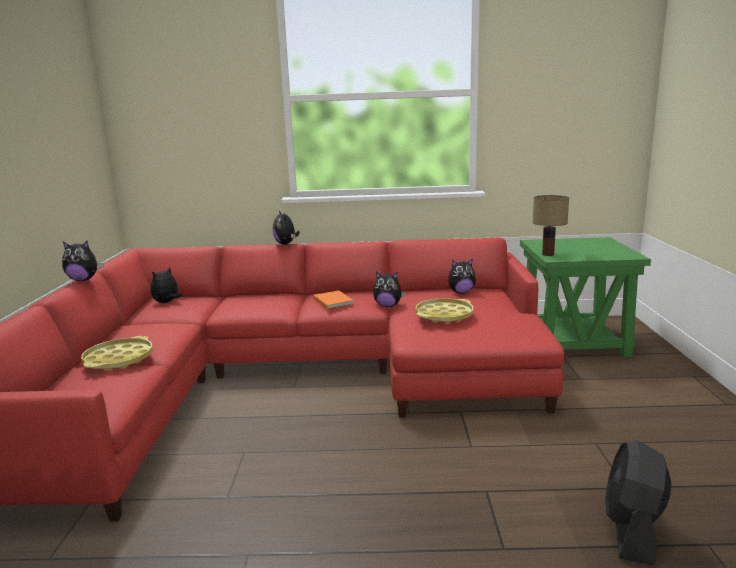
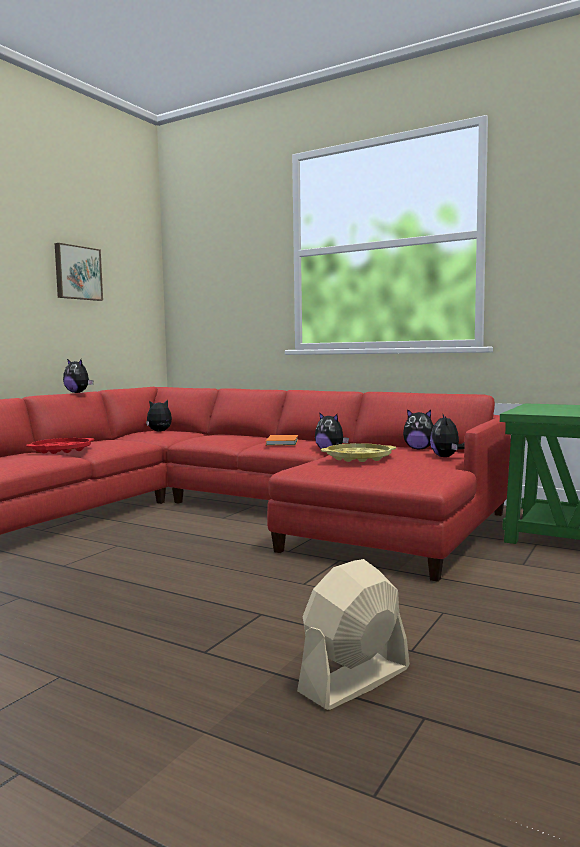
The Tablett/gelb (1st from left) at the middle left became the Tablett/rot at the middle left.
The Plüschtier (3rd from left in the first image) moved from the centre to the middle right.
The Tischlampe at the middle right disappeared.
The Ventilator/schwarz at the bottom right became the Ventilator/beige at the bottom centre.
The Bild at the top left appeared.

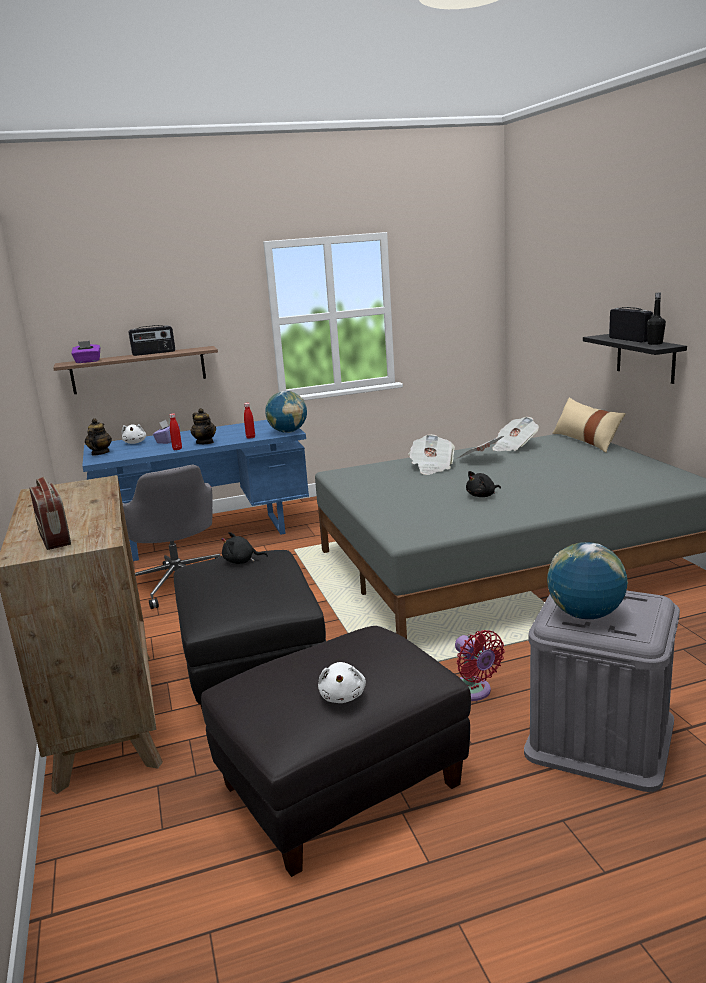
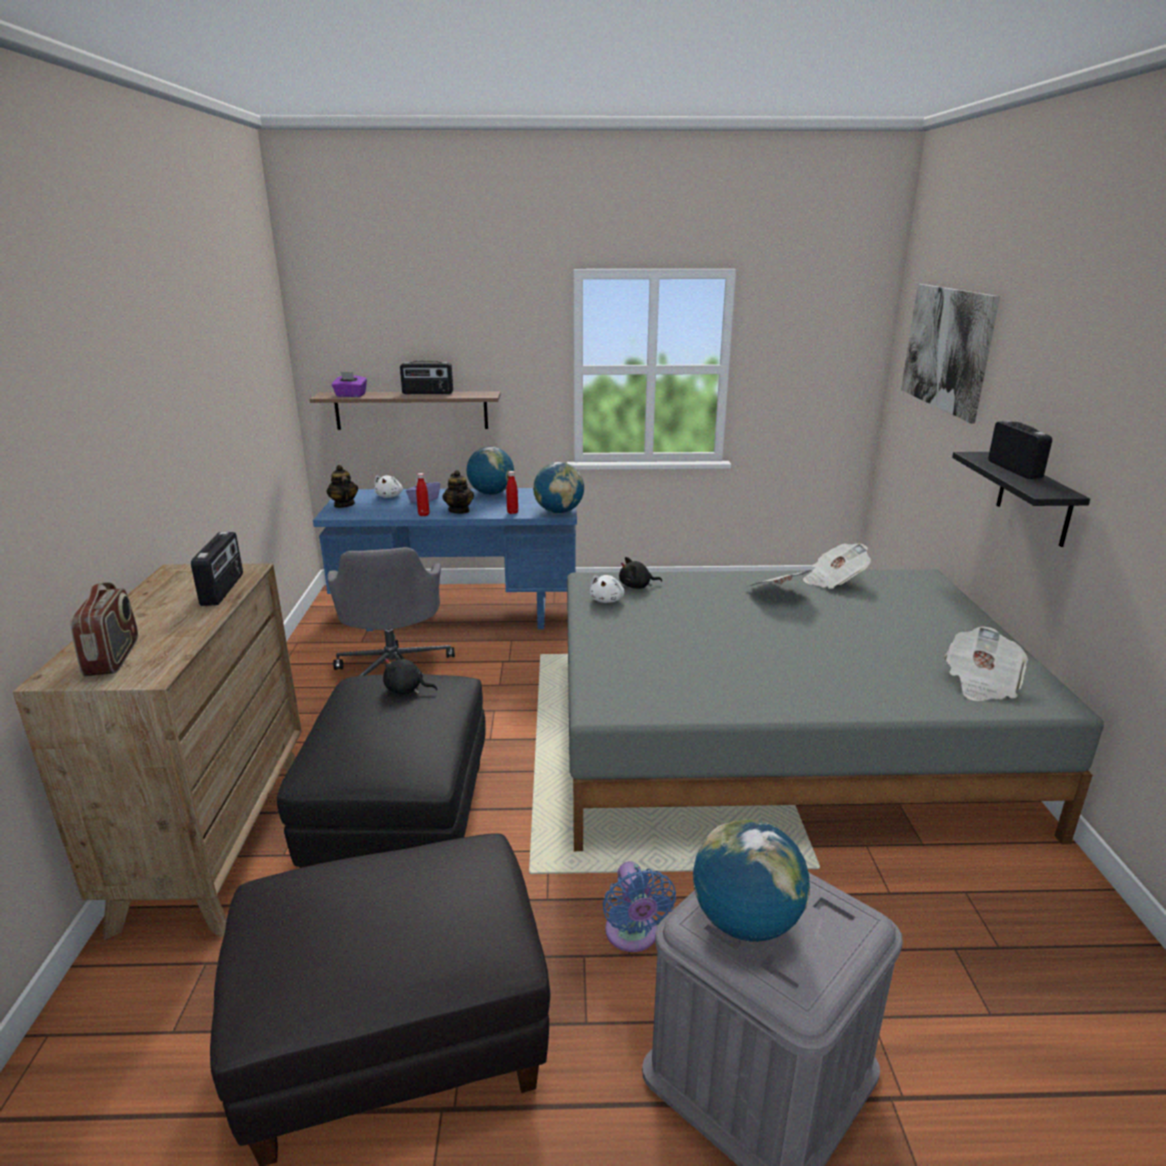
The Teekanne (1st from left) at the middle left turned 45 degrees counterclockwise.
The Plüschtier/weiß (2nd from left) moved from the bottom centre to the centre.
The Zeitung (1st from left in the first image) moved from the centre to the middle right.
The Ventilator/rot at the bottom right became the Ventilator/blau at the bottom centre.
The Plüschtier/schwarz (2nd from left) moved from the middle right to the centre.
The Kissen/beige at the middle right disappeared.
The Flasche/schwarz at the top right disappeared.
The Radio (2nd from left) at the middle left appeared.
The Globus (1st from left) at the centre appeared.
The Bild at the top right appeared.

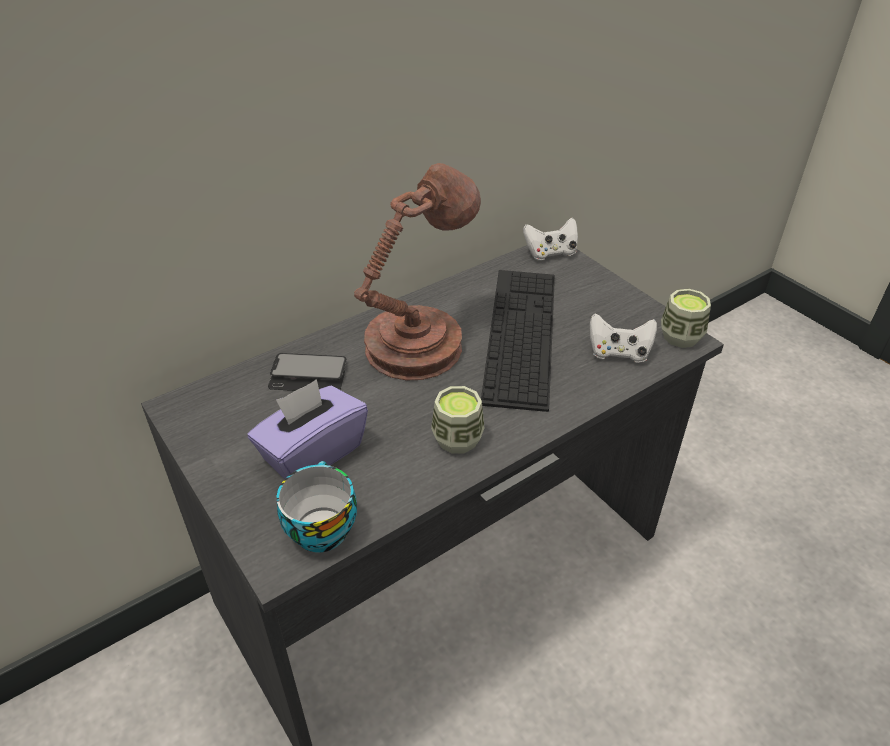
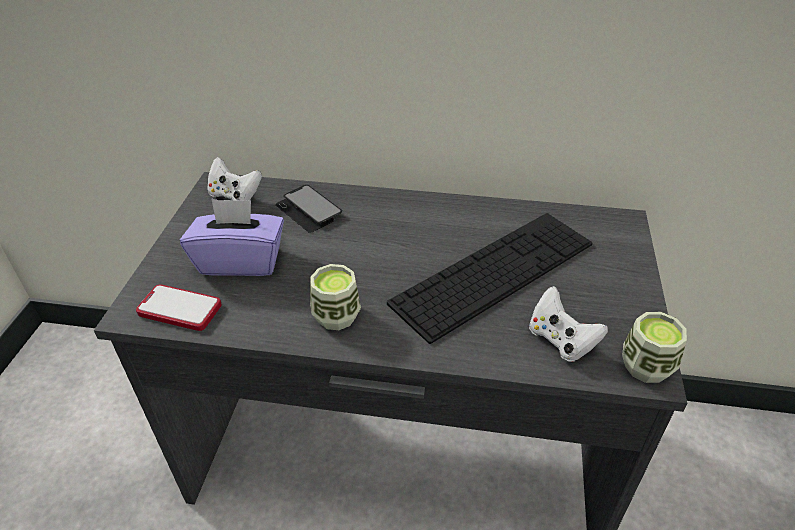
The Tasse (1st from left) at the bottom centre was replaced by the Handy (1st from left) at the middle left.
The Tischlampe/braun at the centre disappeared.
The Gamepad/weiß (1st from left) moved from the top centre to the middle left.

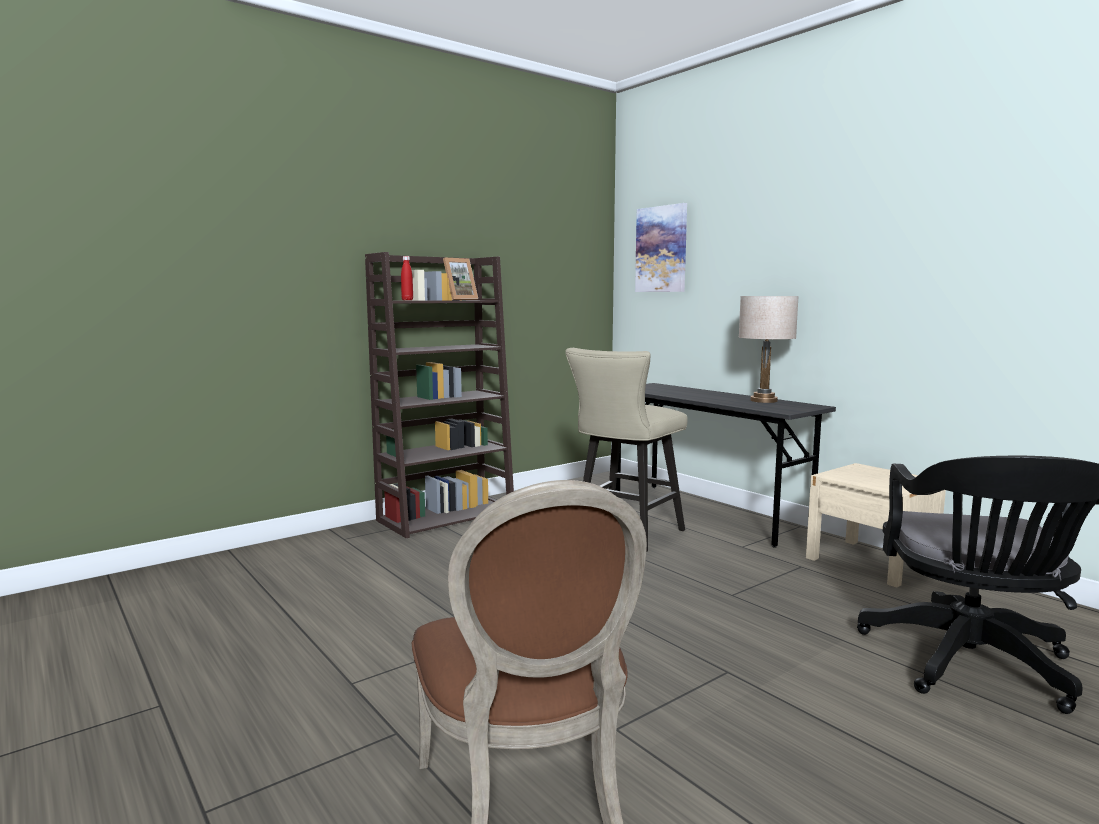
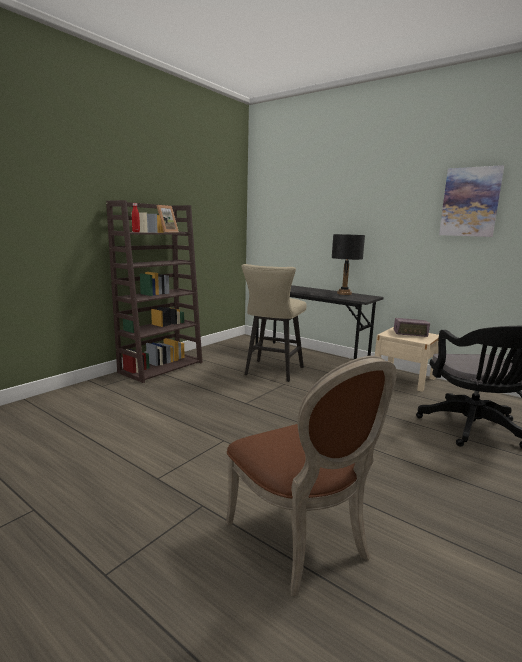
The Bild moved from the top centre to the top right.
The Tischlampe/beige at the middle right became the Tischlampe/schwarz at the middle right.
The Radio at the middle right appeared.

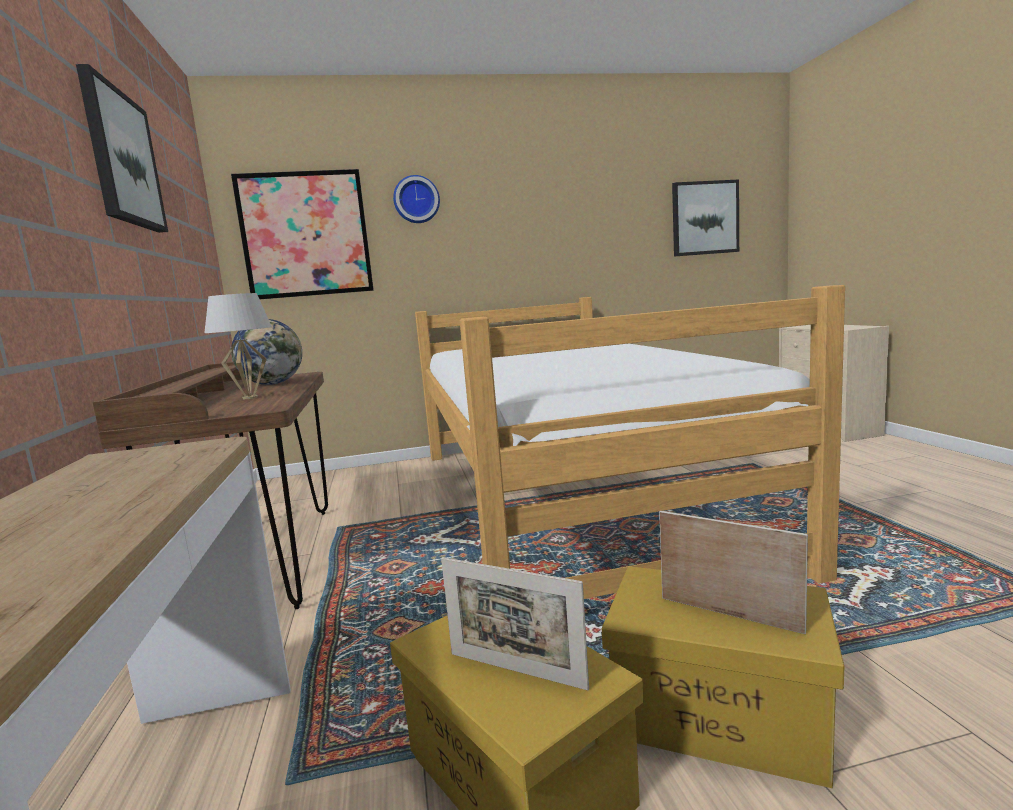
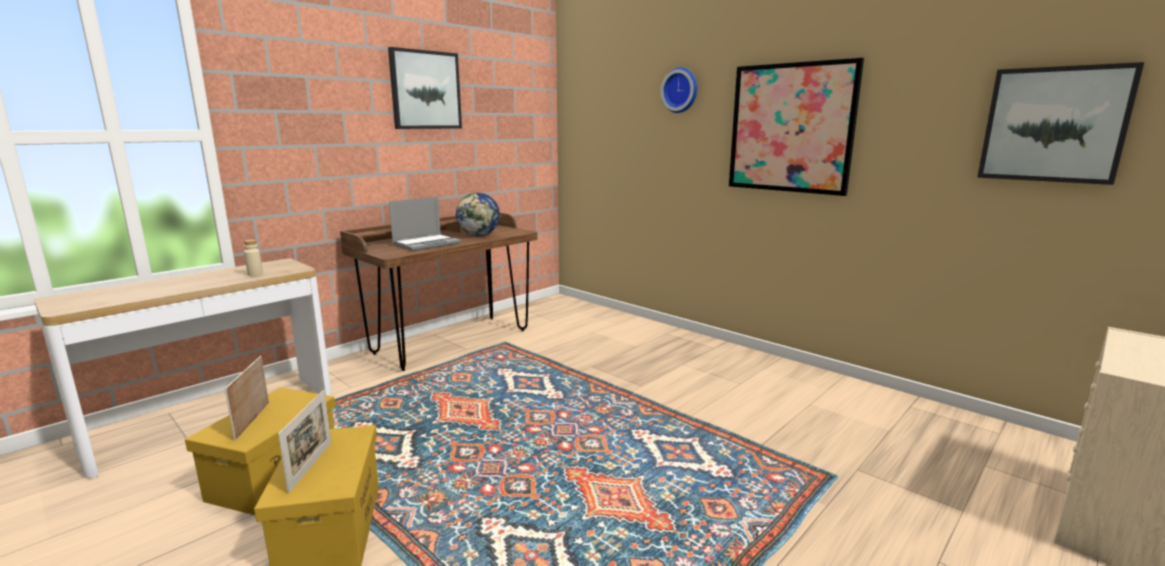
The Tischlampe/weiß at the middle left was replaced by the Laptop at the centre.
The Bild (2nd from left) moved from the top left to the top right.
The Bett at the centre disappeared.
The Flasche/beige at the middle left appeared.

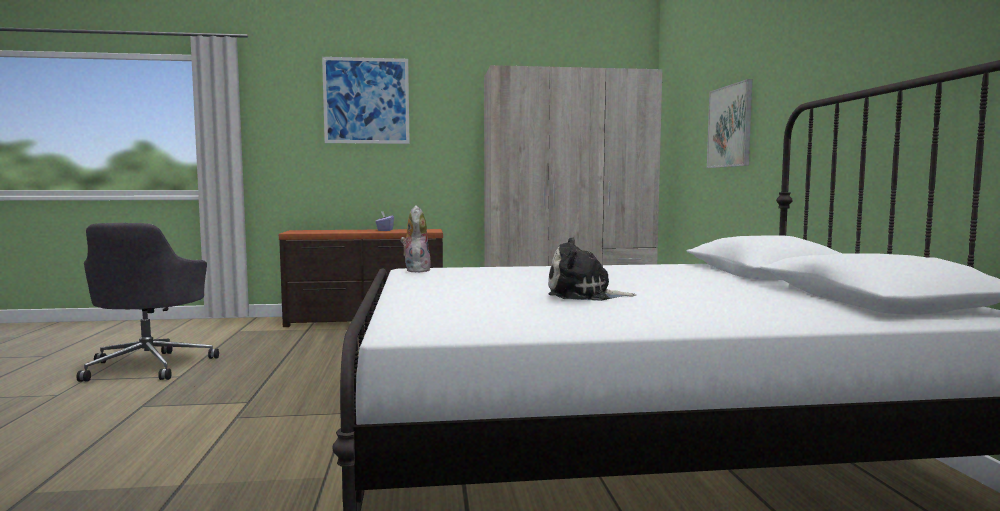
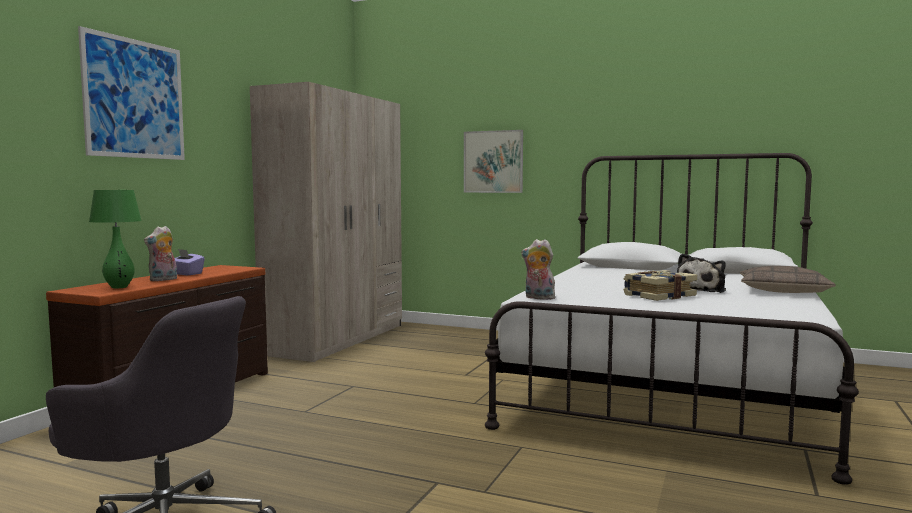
The Tischlampe/grün at the middle left appeared.
The Plüschtier (1st from left) at the middle left appeared.
The Buch at the middle right appeared.
The Kissen at the middle right appeared.

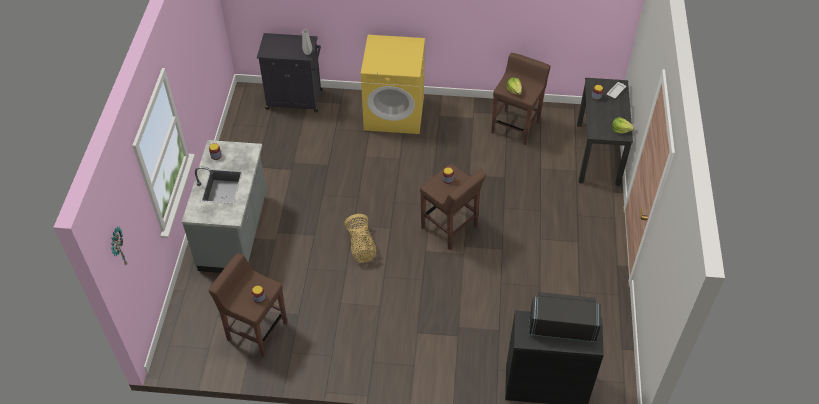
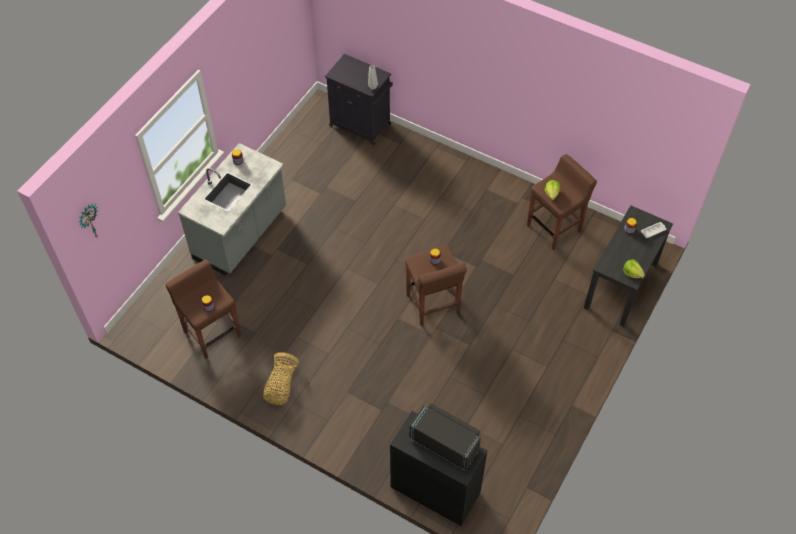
The Korb moved from the centre to the bottom centre.
The Waschmaschine/gelb at the top centre disappeared.

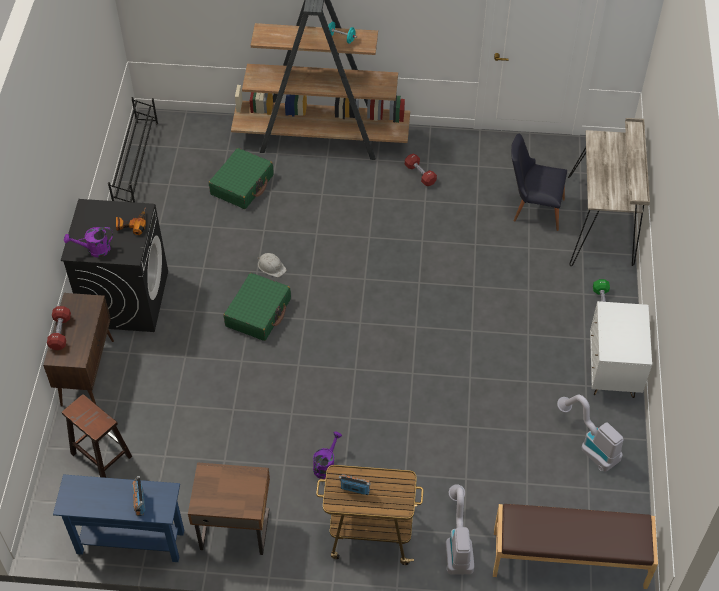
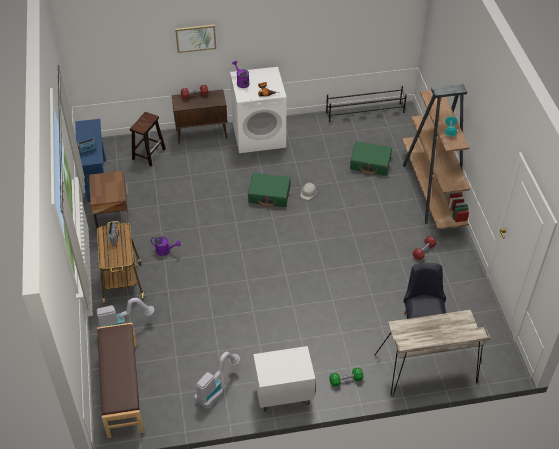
The Waschmaschine/schwarz at the middle left became the Waschmaschine/weiß at the top centre.
The Bild at the top centre appeared.

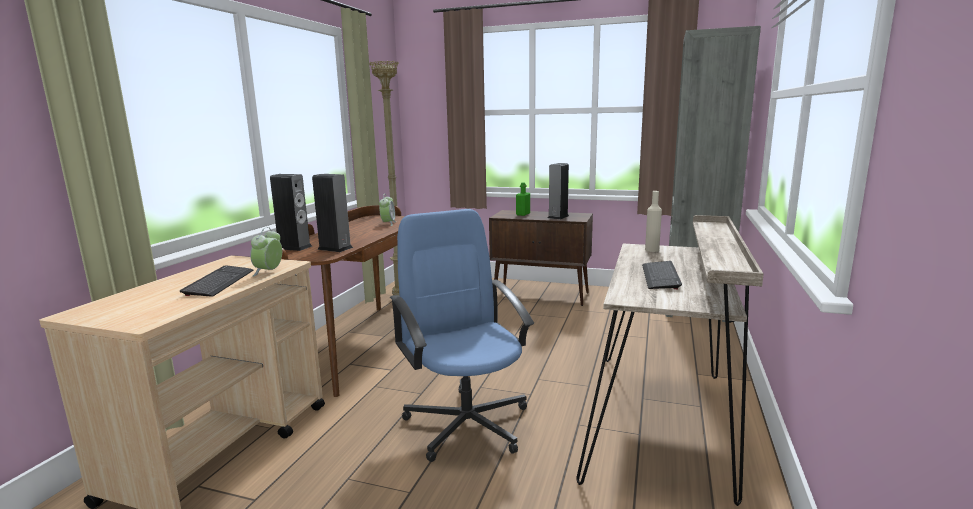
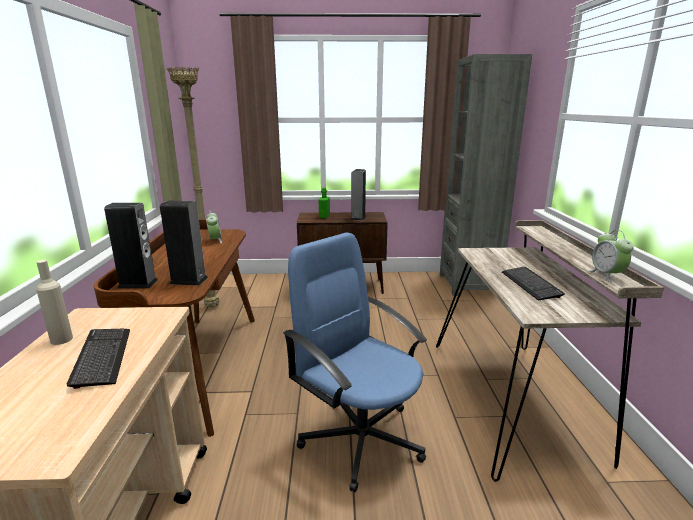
The Wecker (1st from left in the first image) moved from the middle left to the middle right.
The Flasche/beige moved from the middle right to the middle left.

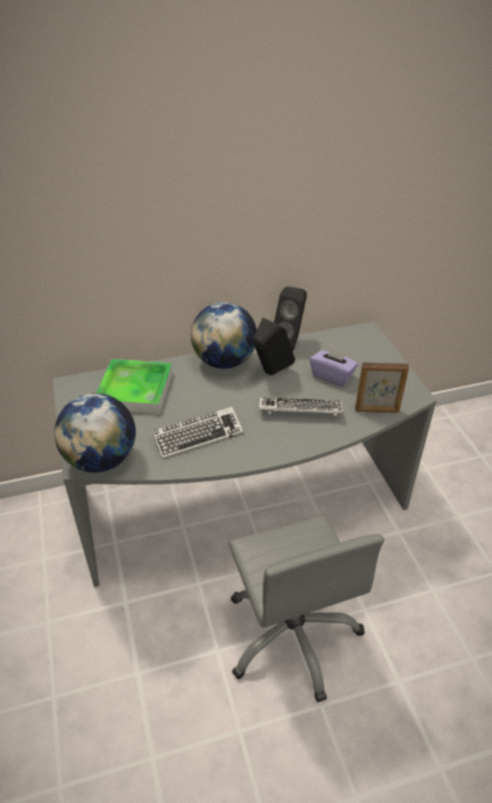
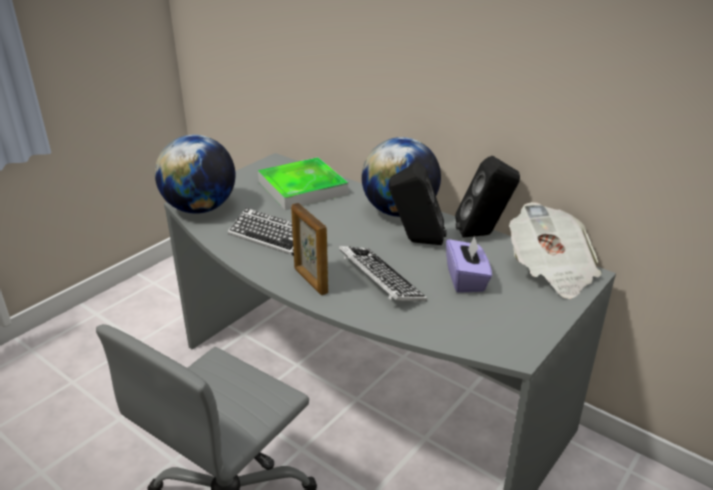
The Bilderrahmen moved from the middle right to the centre.
The Zeitung at the middle right appeared.

